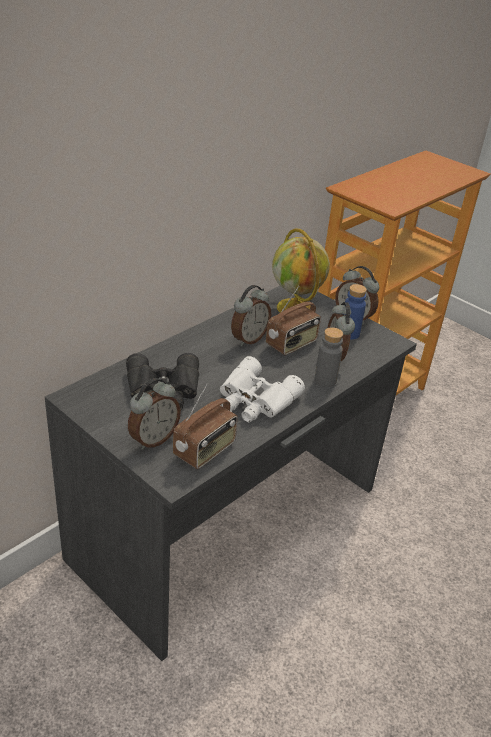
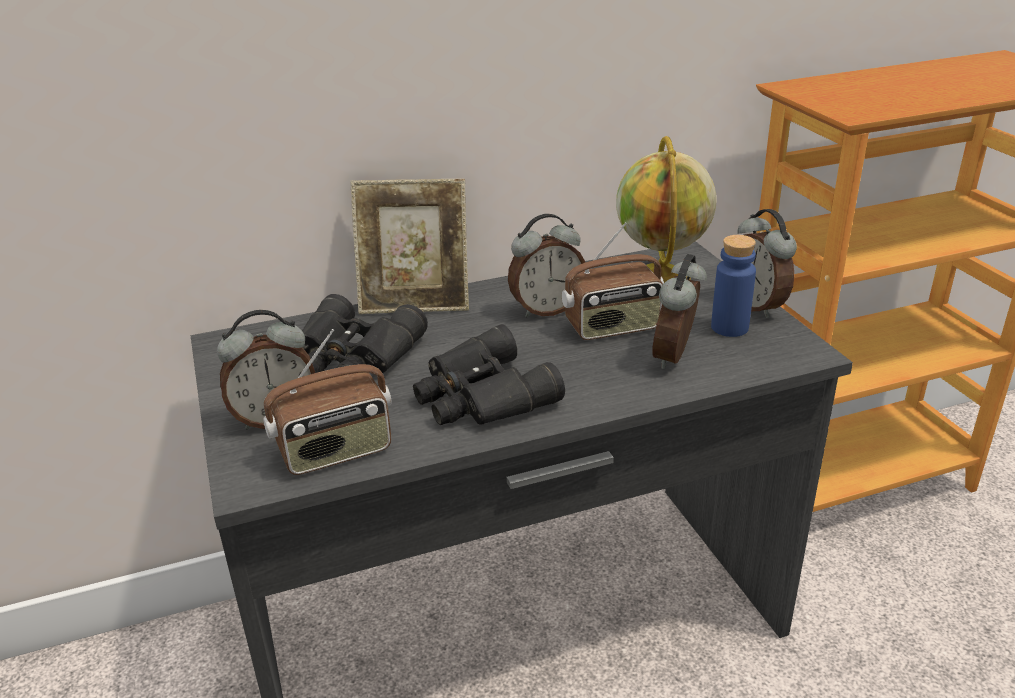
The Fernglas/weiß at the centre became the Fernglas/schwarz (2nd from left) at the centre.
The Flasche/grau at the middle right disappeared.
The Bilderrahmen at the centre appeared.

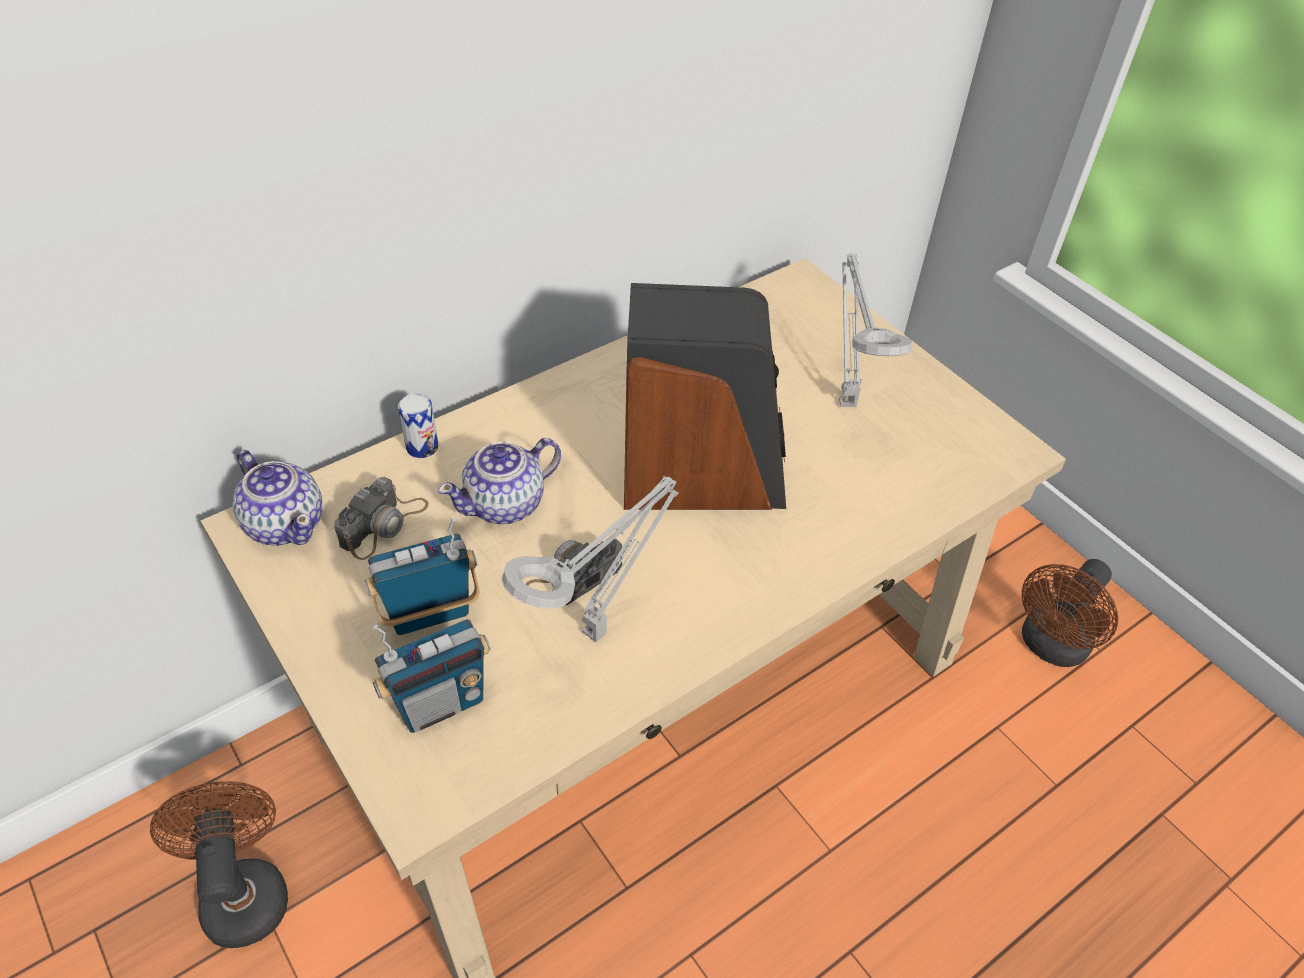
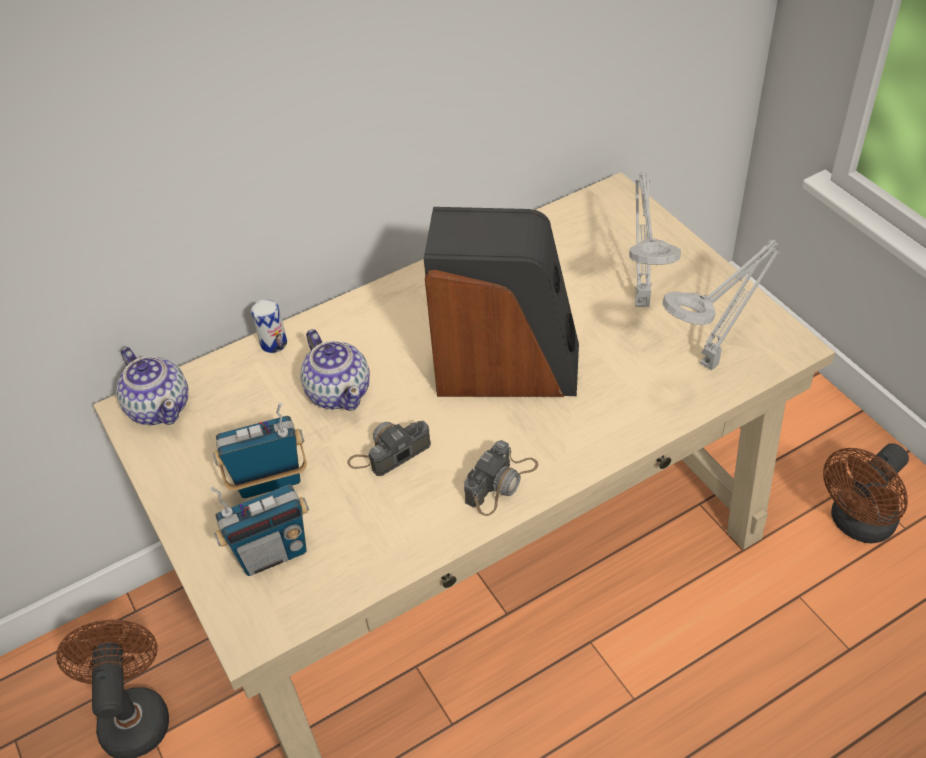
The Kamera (1st from left in the first image) moved from the middle left to the centre.
The Teekanne (2nd from left) at the centre turned 90 degrees counterclockwise.
The Tischlampe/grau (1st from left in the first image) moved from the centre to the middle right.

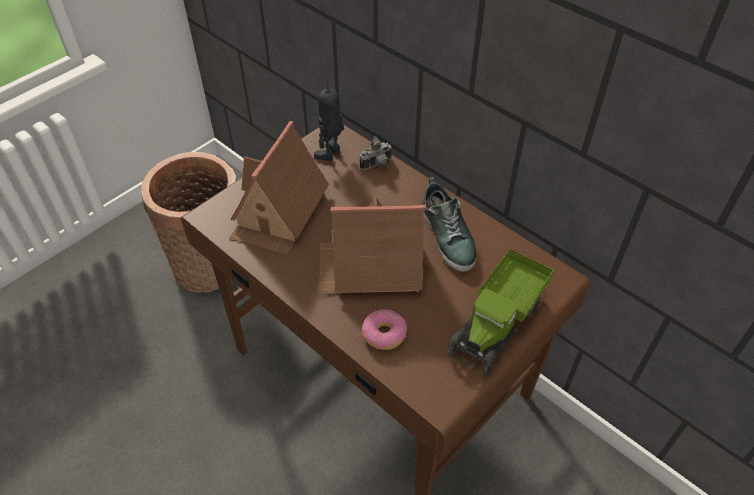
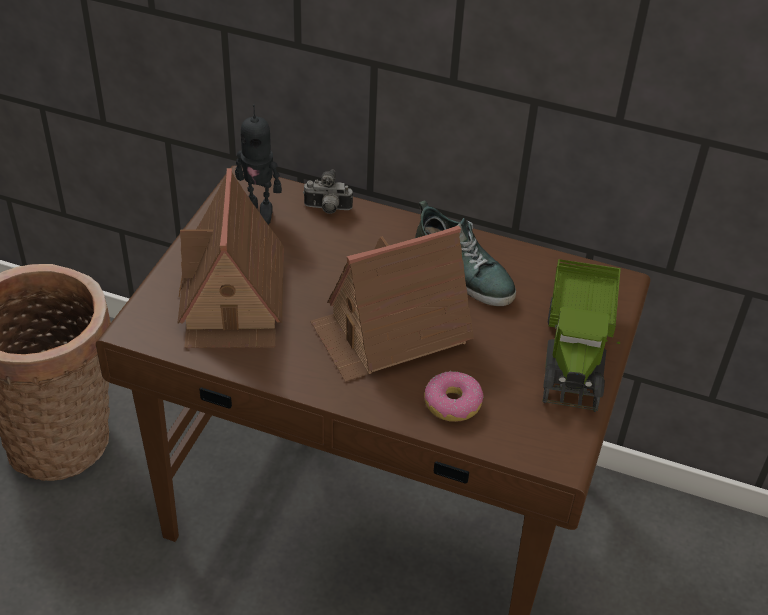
The Spielzeugroboter at the top centre turned 75 degrees counterclockwise.
The Kamera at the top centre turned 60 degrees clockwise.

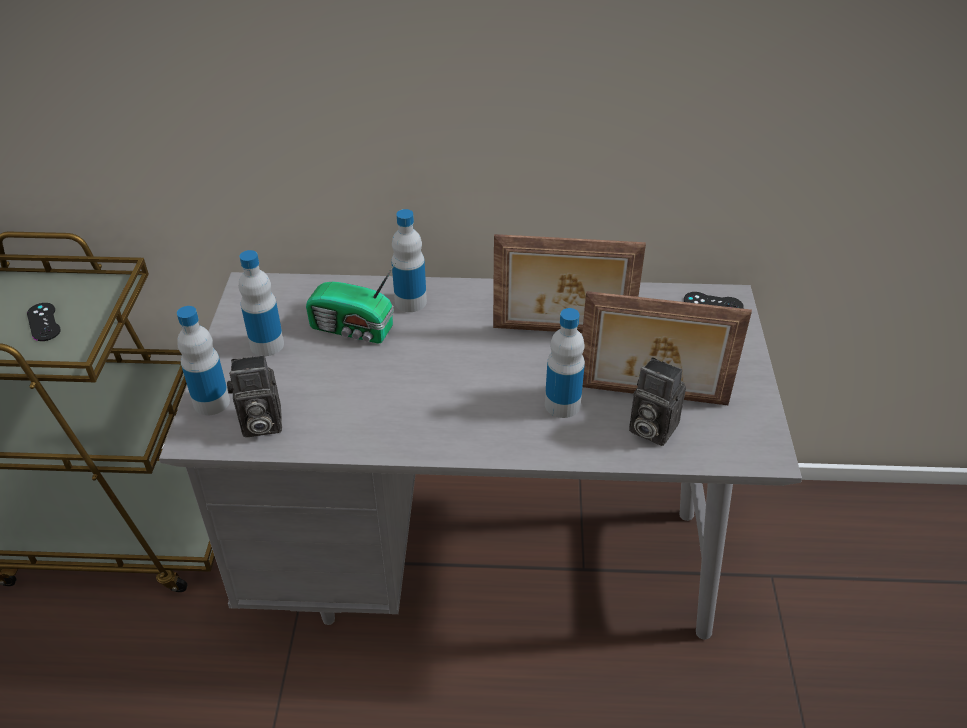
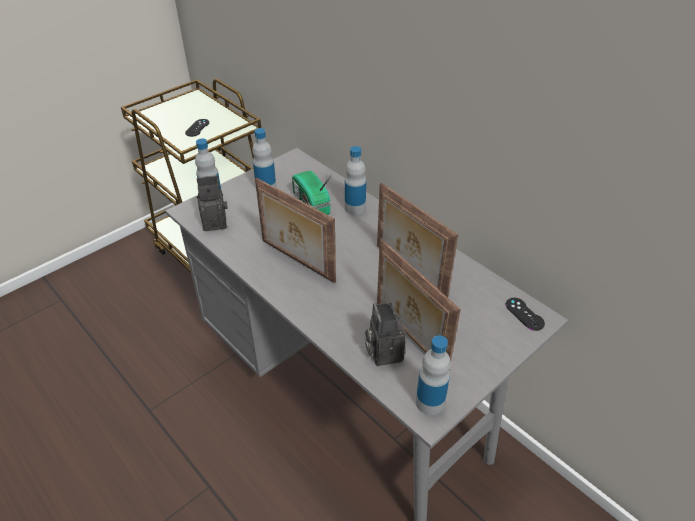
The Kamera (1st from left) at the middle left turned 135 degrees clockwise.
The Flasche (4th from left) moved from the centre to the bottom centre.
The Bilderrahmen (1st from left) at the centre appeared.

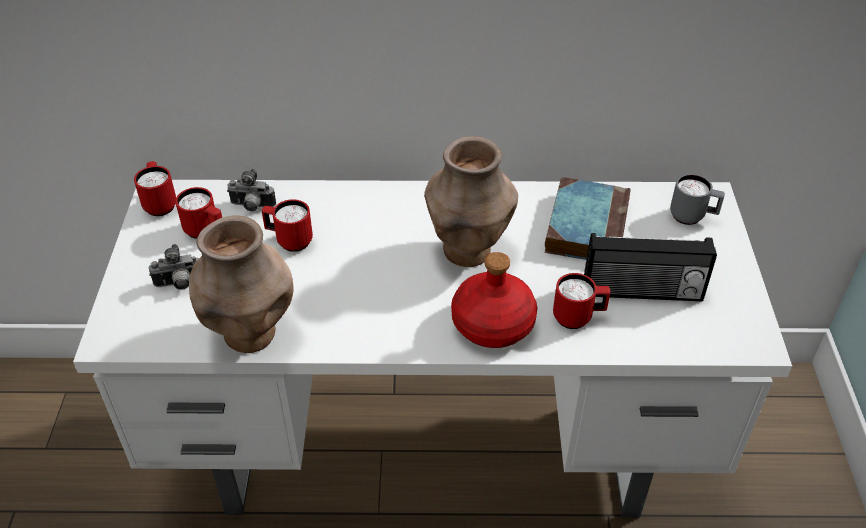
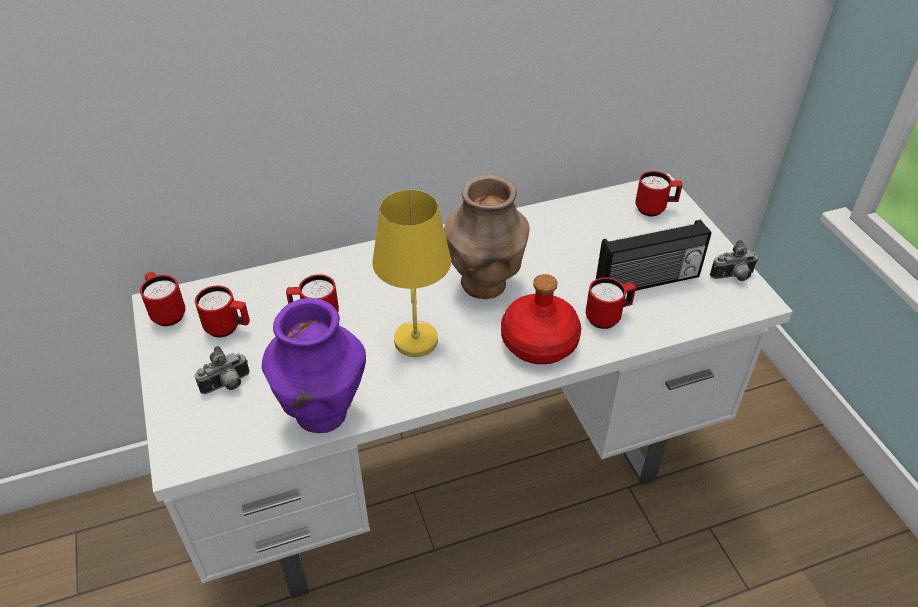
The Vase/braun (1st from left) at the middle left became the Vase/lila at the centre.
The Kamera (2nd from left) moved from the middle left to the middle right.
The Buch at the middle right disappeared.
The Henkelbecher/grau at the middle right became the Henkelbecher/rot (5th from left) at the top right.
The Tischlampe/gelb at the centre appeared.

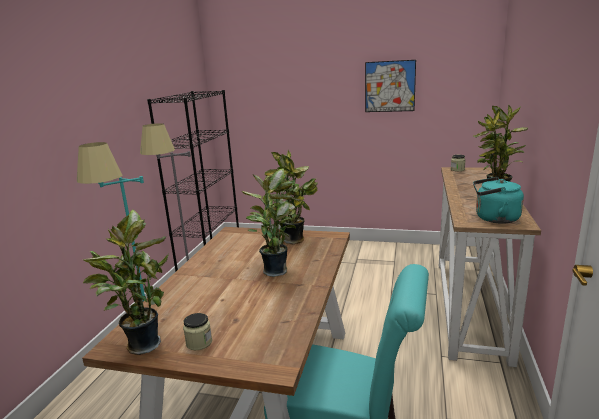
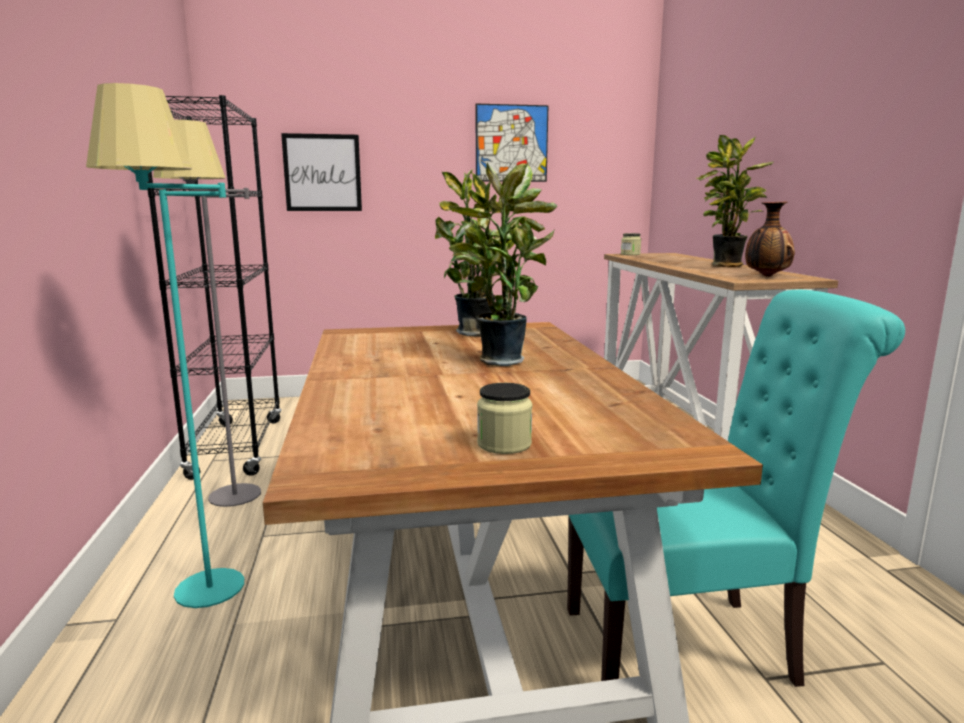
The Topfpflanze (1st from left) at the bottom left disappeared.
The Wasserkessel/türkis at the middle right was replaced by the Vase at the top right.
The Bild (1st from left) at the top left appeared.

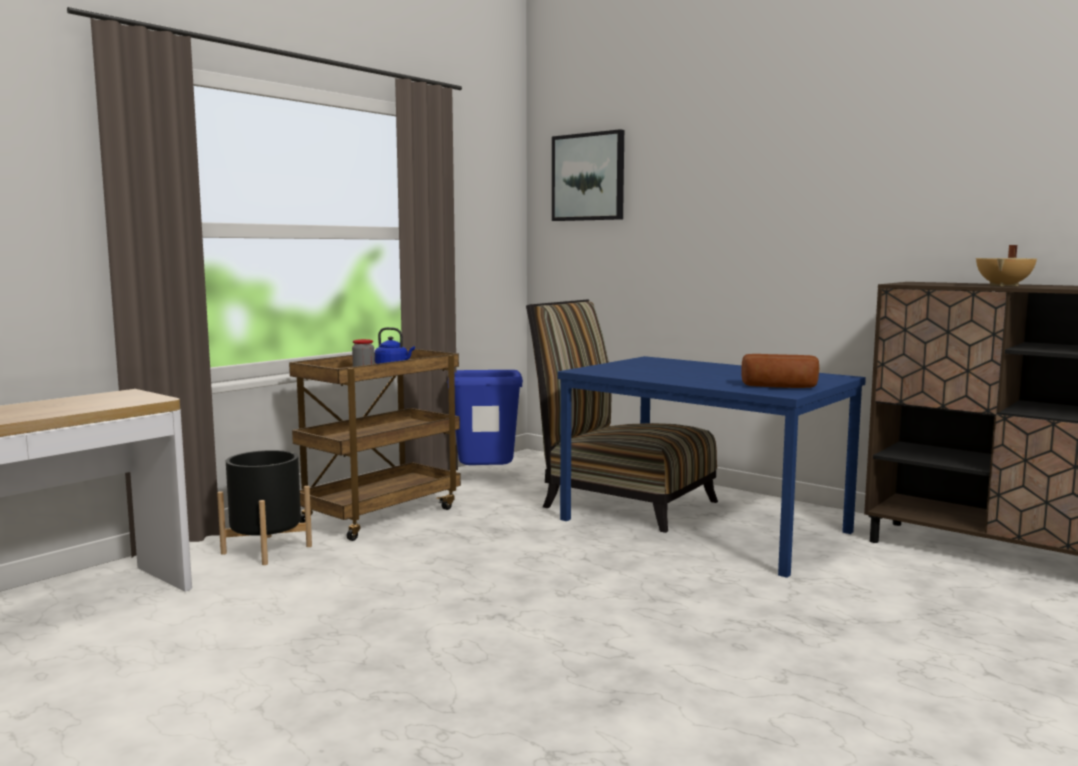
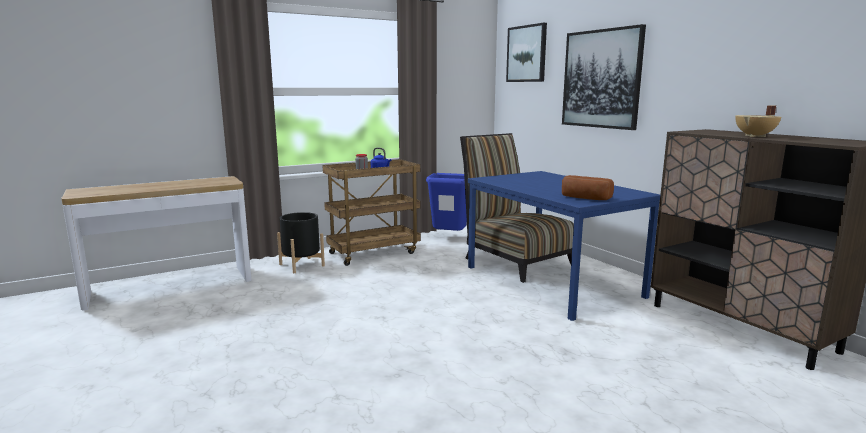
The Bild (2nd from left) at the top right appeared.

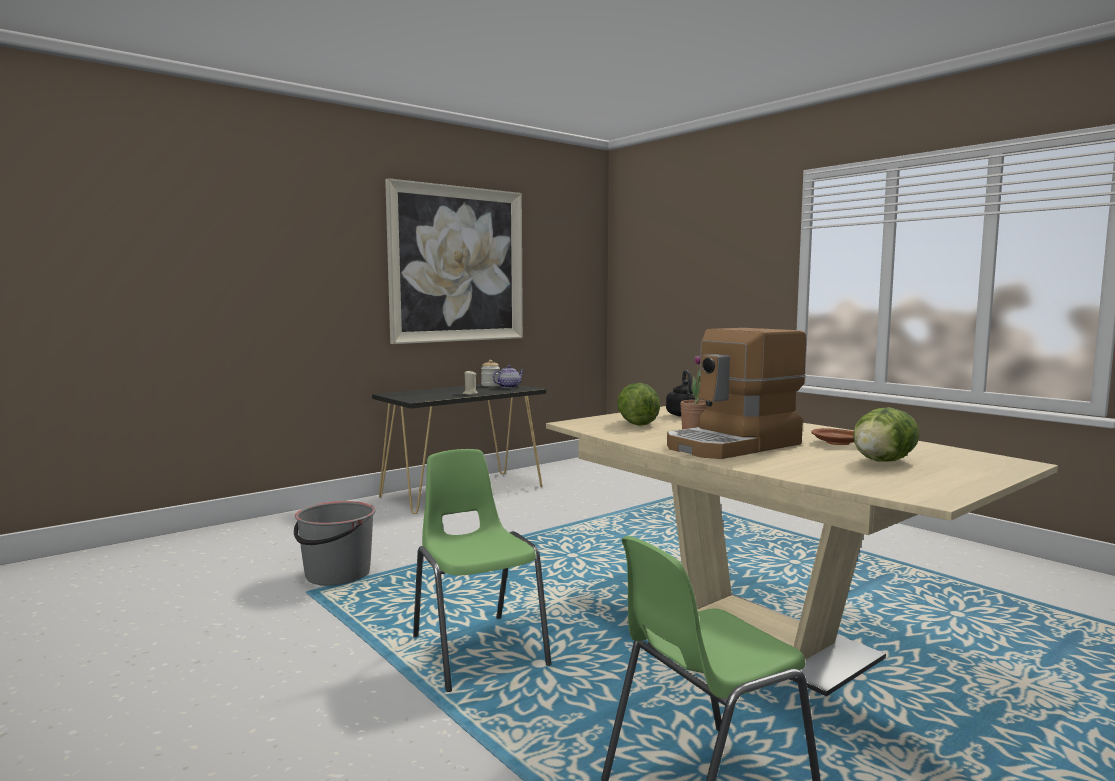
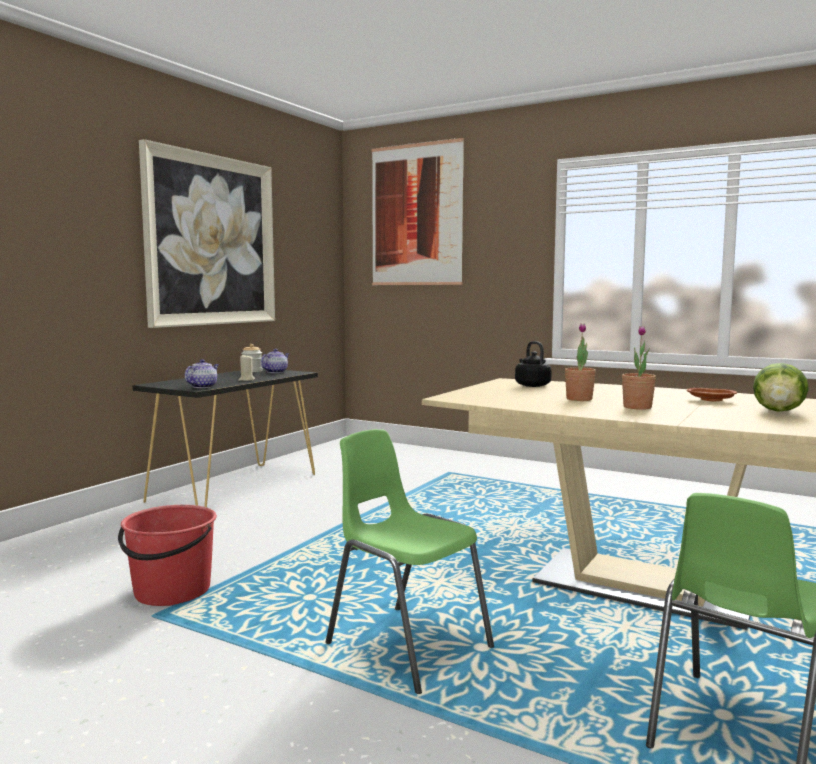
The Eimer/grau at the bottom left became the Eimer/rot at the bottom left.
The Salatkopf (1st from left) at the centre disappeared.
The Kaffeemaschine at the centre was replaced by the Topfpflanze (2nd from left) at the middle right.
The Teekanne (1st from left) at the middle left appeared.
The Bild (2nd from left) at the top centre appeared.

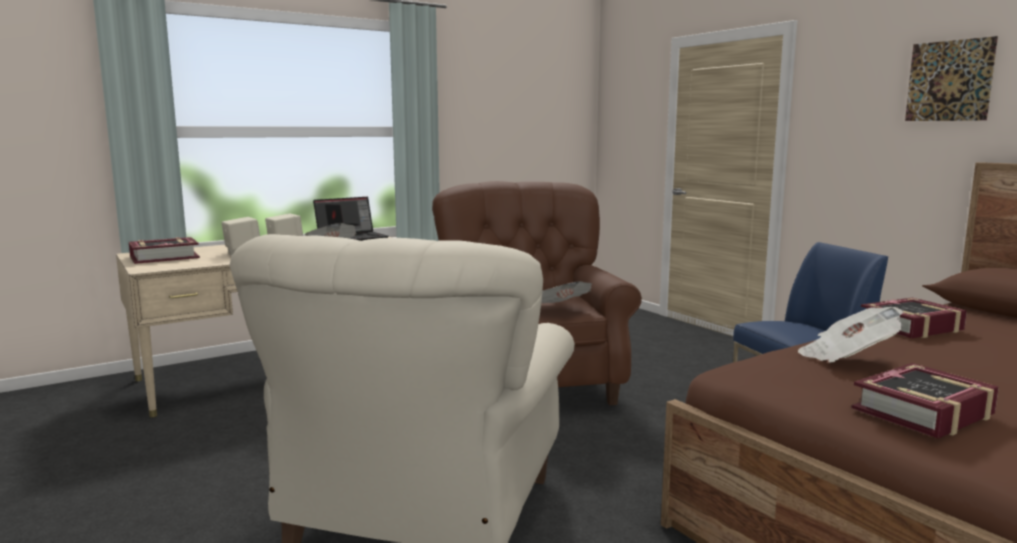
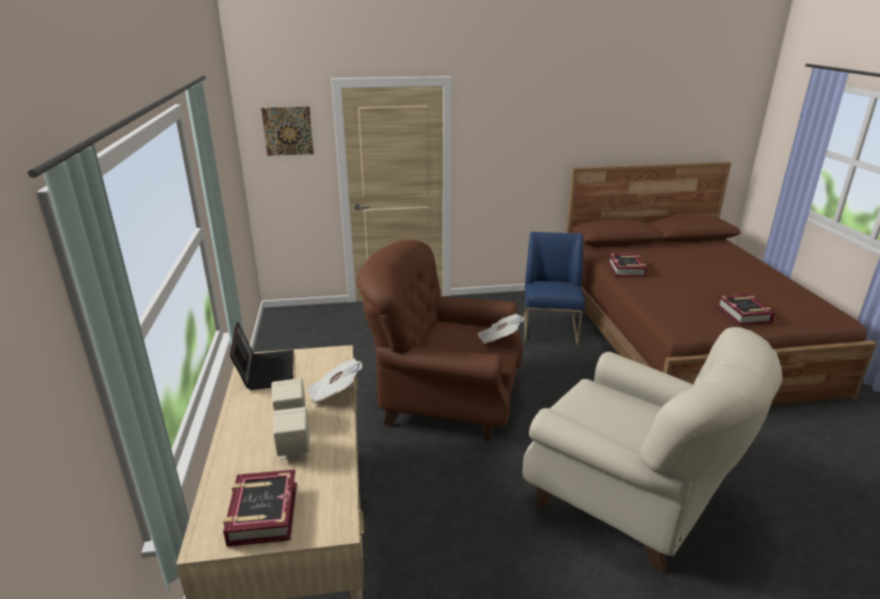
The Zeitung (3rd from left) at the middle right disappeared.
The Bild moved from the top right to the top left.

